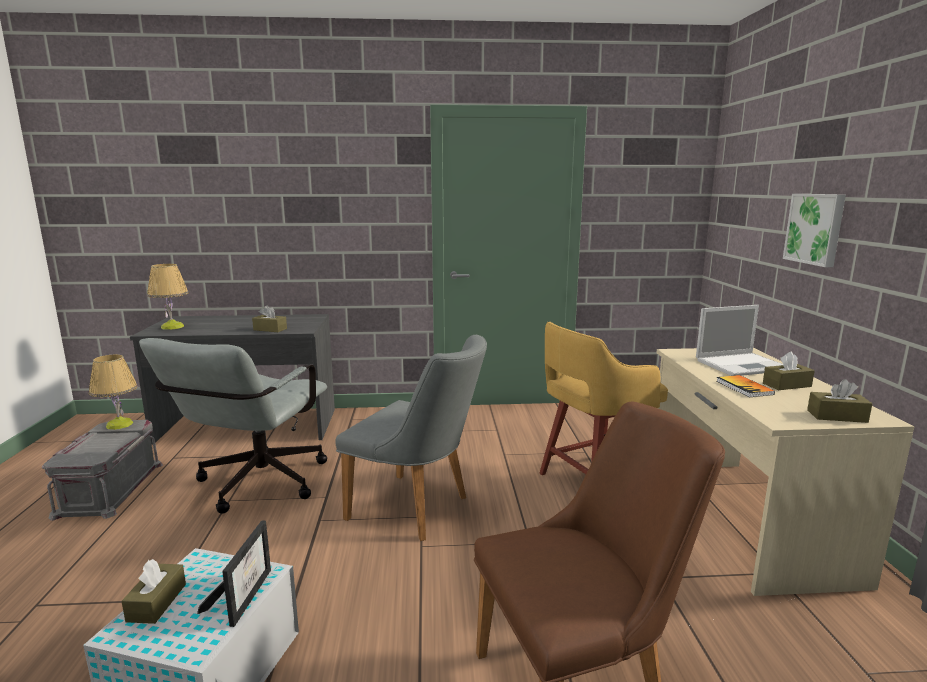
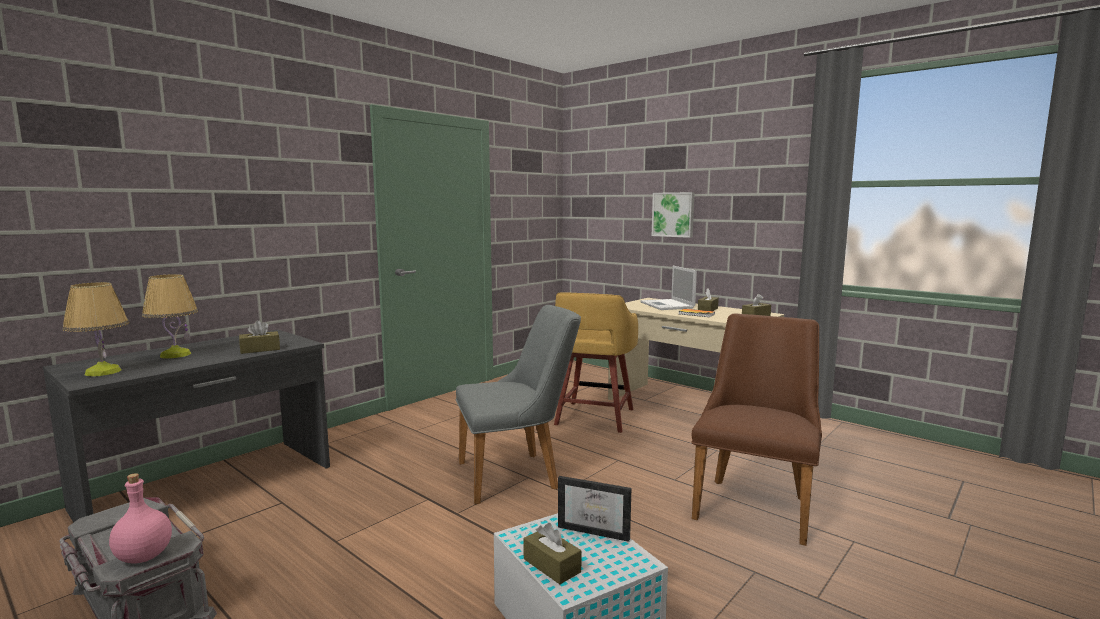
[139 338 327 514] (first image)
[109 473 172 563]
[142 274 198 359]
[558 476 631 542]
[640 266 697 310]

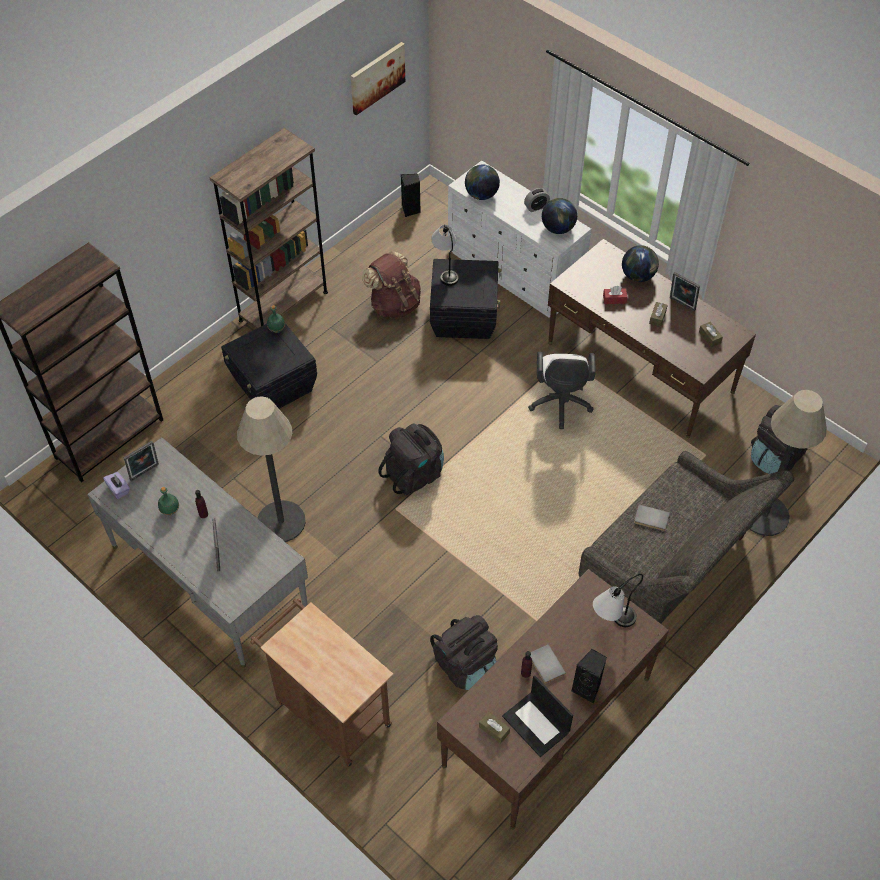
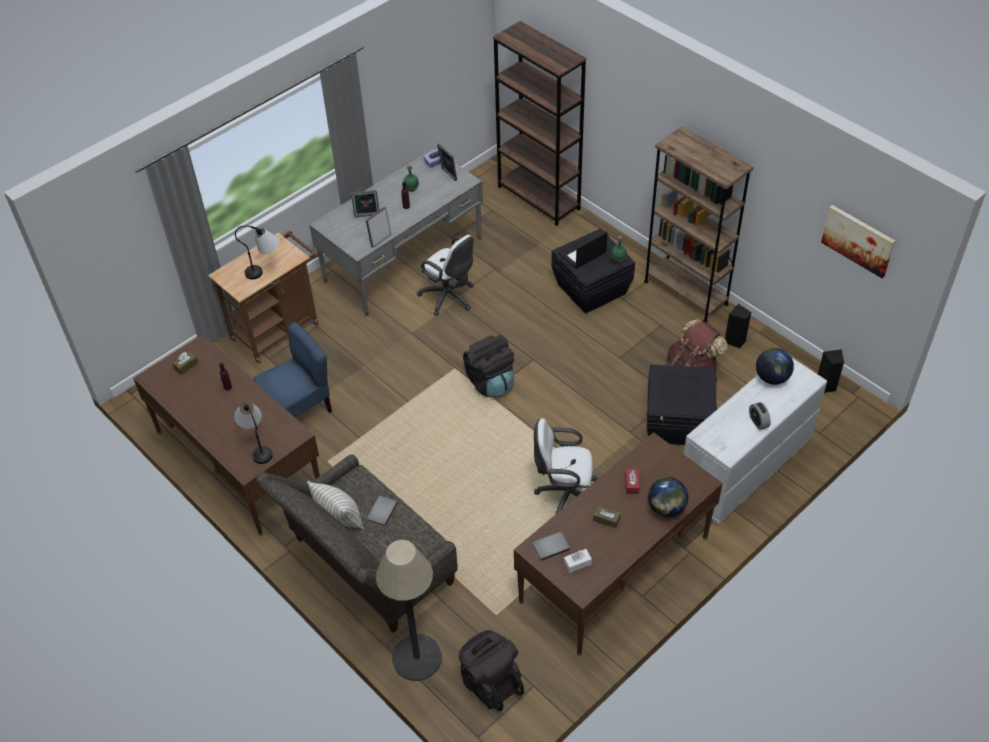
[542 198 577 234] (first image)
[307 481 364 530]
[235 225 280 279]
[559 231 607 269]
[533 532 570 561]
[725 304 751 348]
[366 207 391 248]
[417 235 474 316]
[253 322 332 418]
[564 549 592 573]

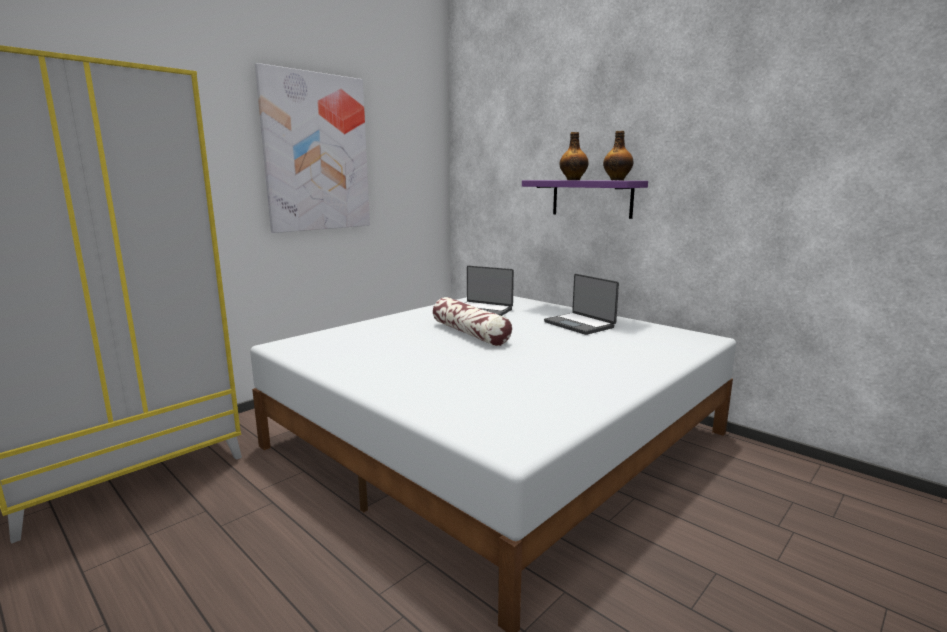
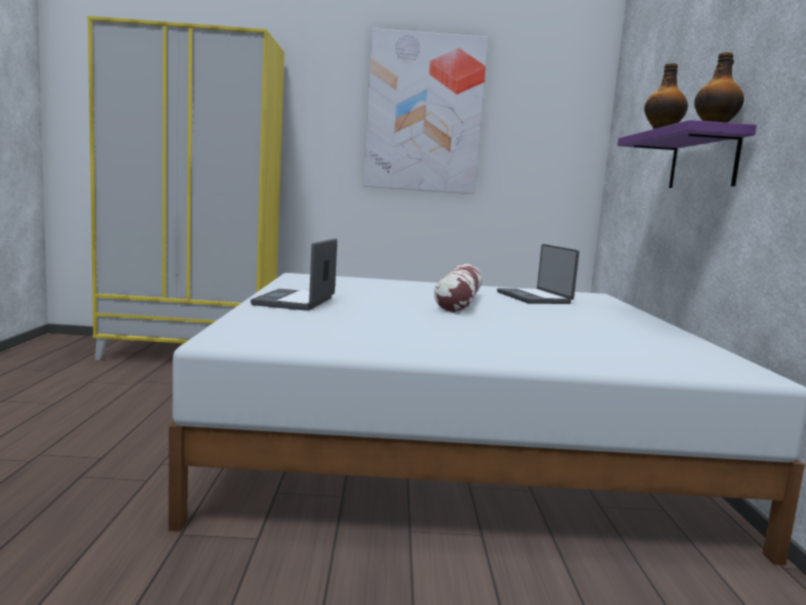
[250 238 337 311]

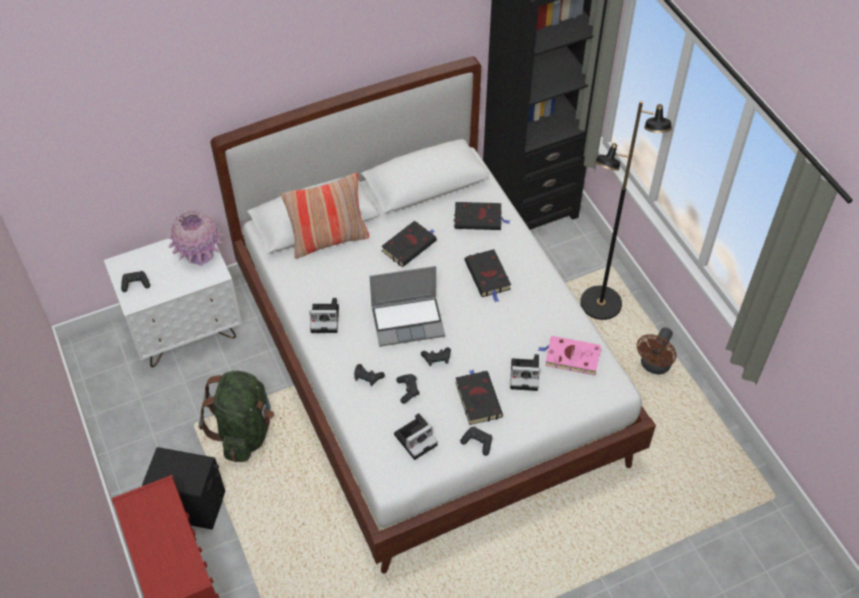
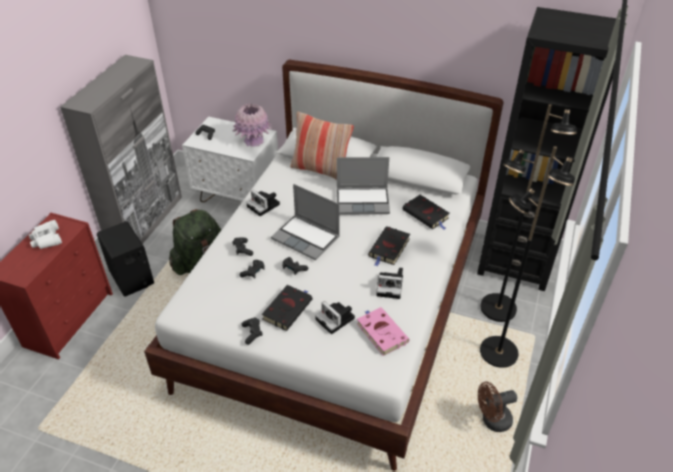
[29 220 62 249]
[60 55 182 244]
[480 104 577 322]
[376 267 403 299]
[337 157 390 215]

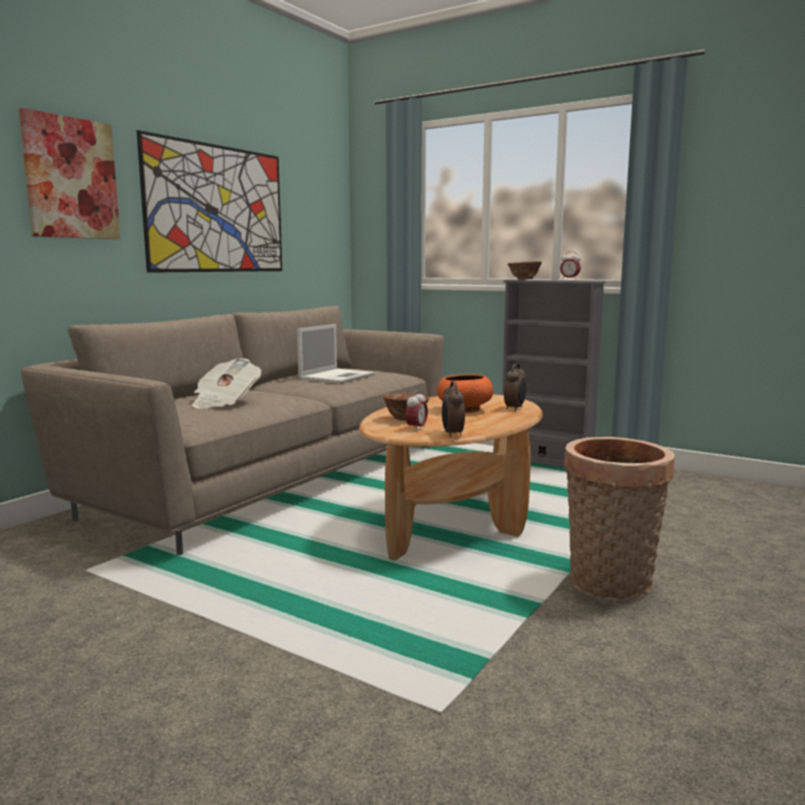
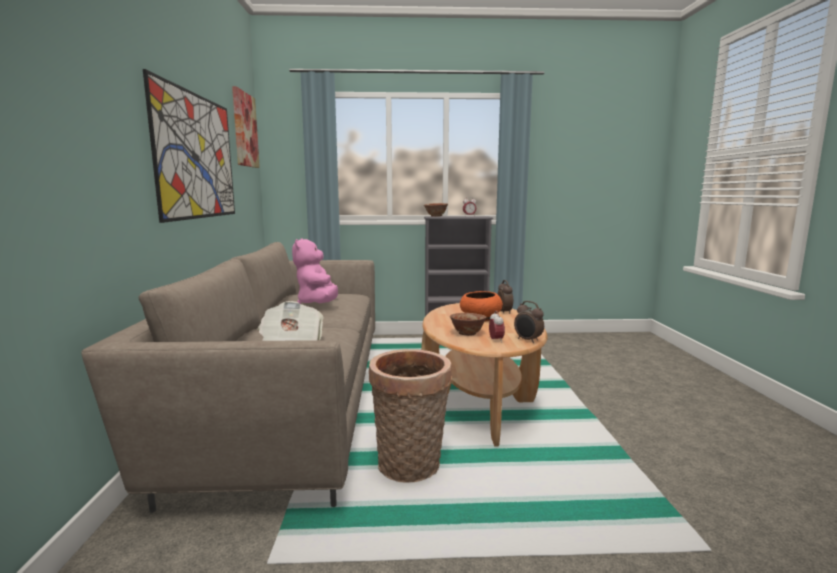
[232 86 260 168]
[369 349 452 483]
[292 238 338 304]

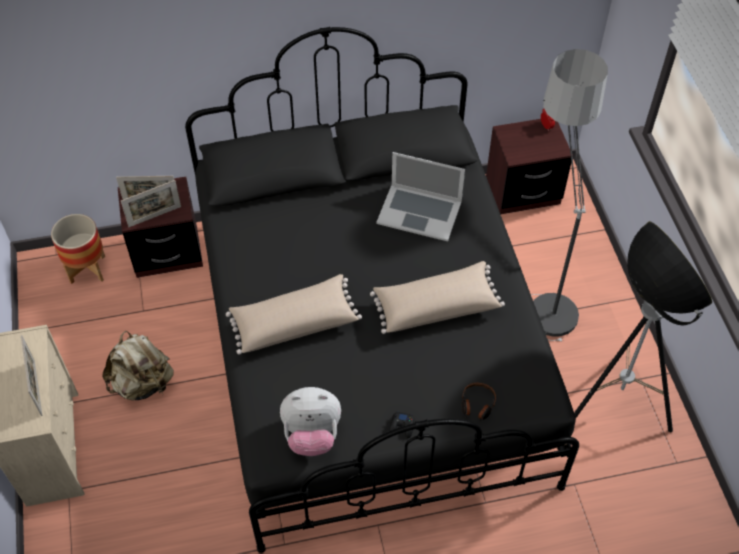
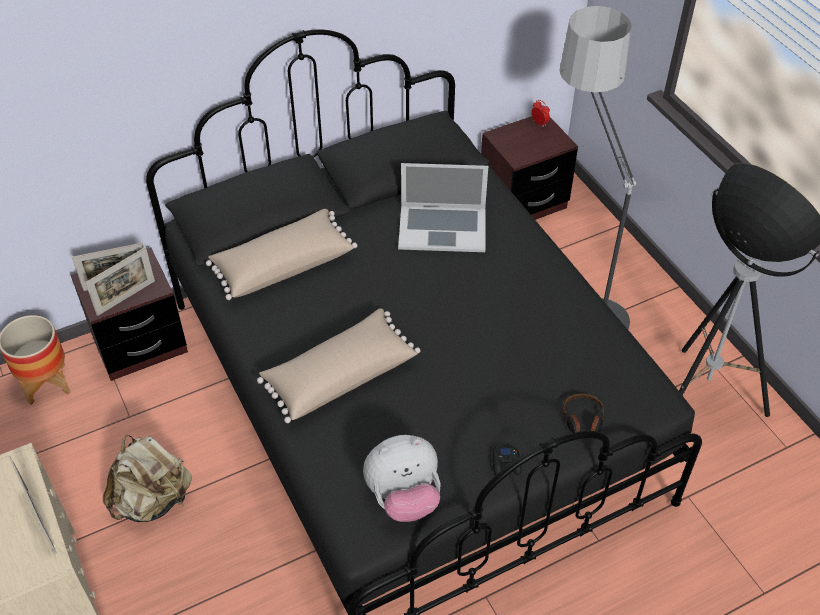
[206 209 357 300]

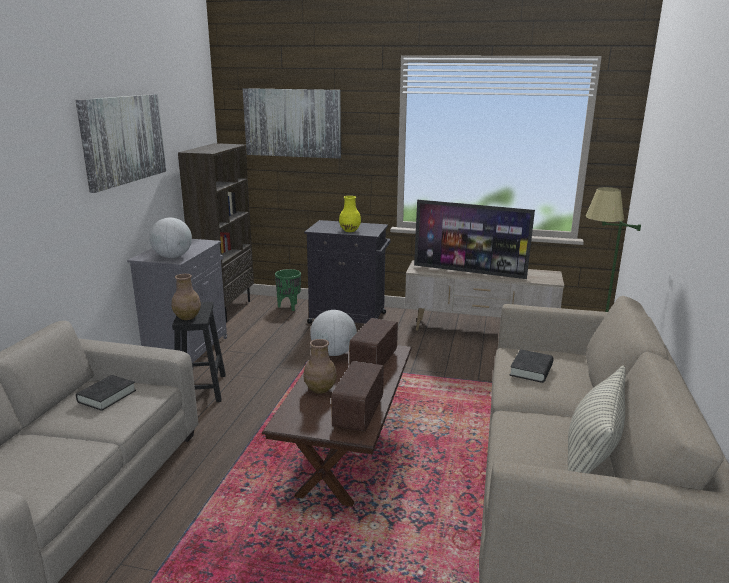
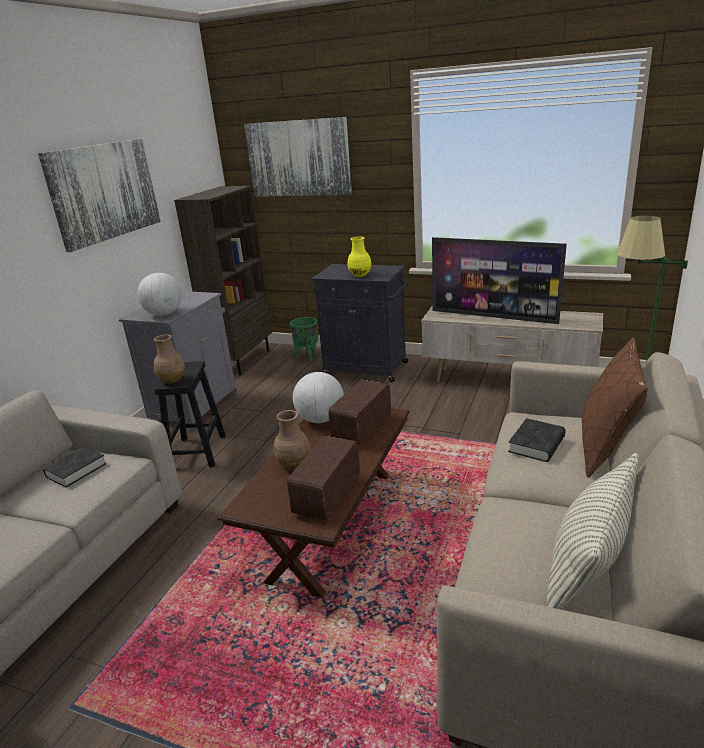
[582 338 648 478]

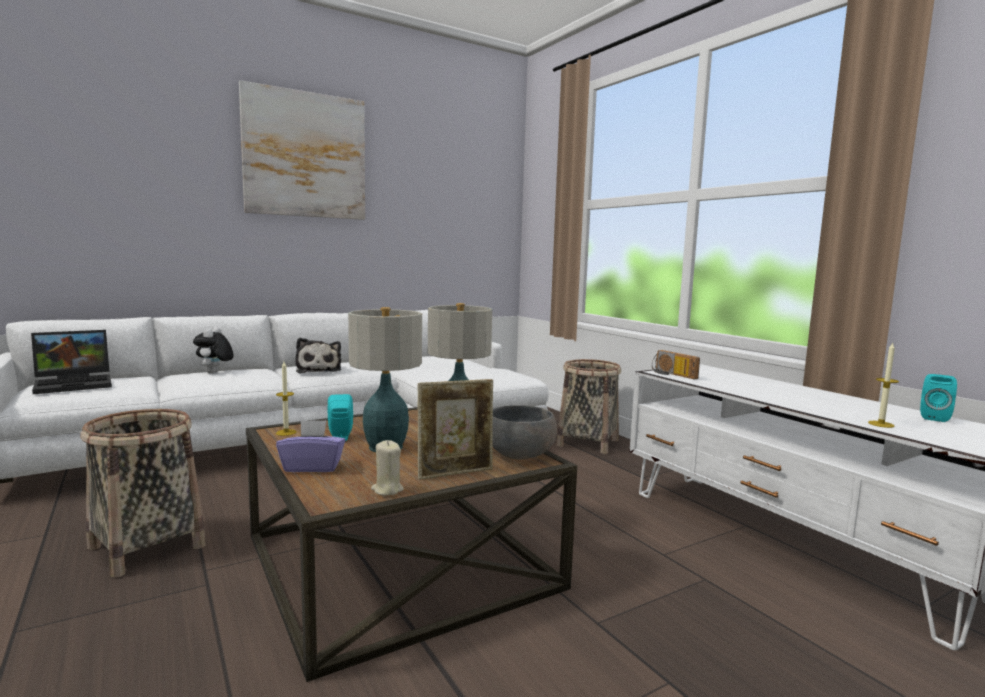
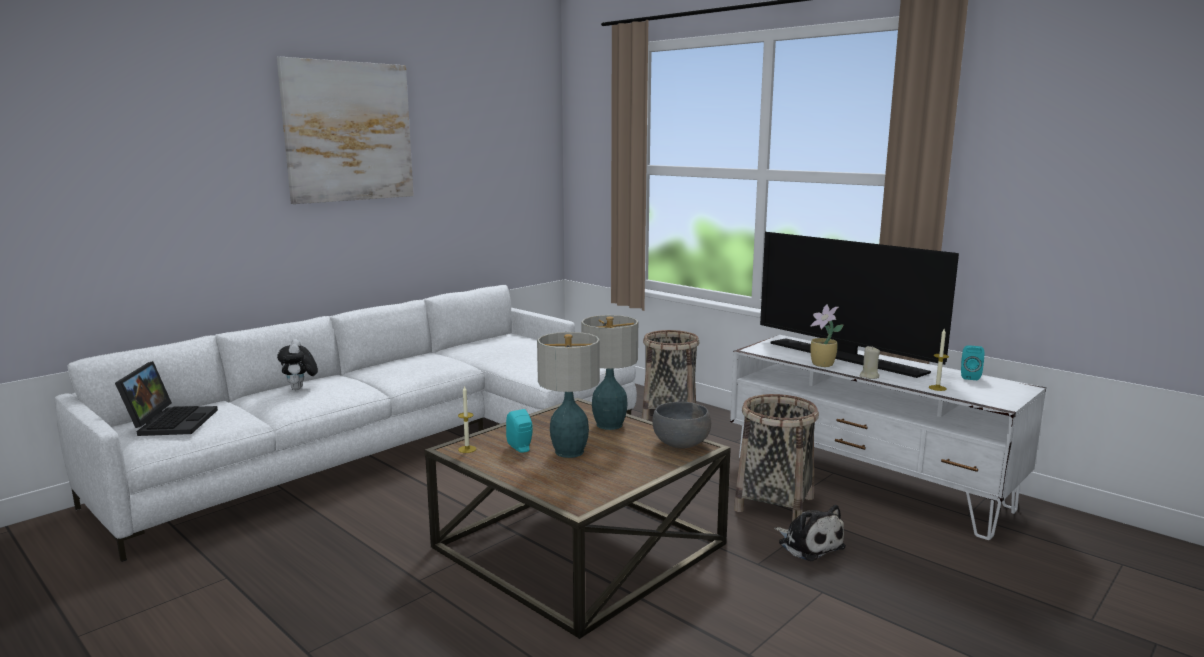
[276 420 345 472] (first image)
[418 379 493 480] (first image)
[652 350 700 379] (first image)
[760 232 959 378]
[810 304 844 367]
[734 394 819 521]
[774 505 846 562]
[860 346 880 379]
[115 361 218 436]

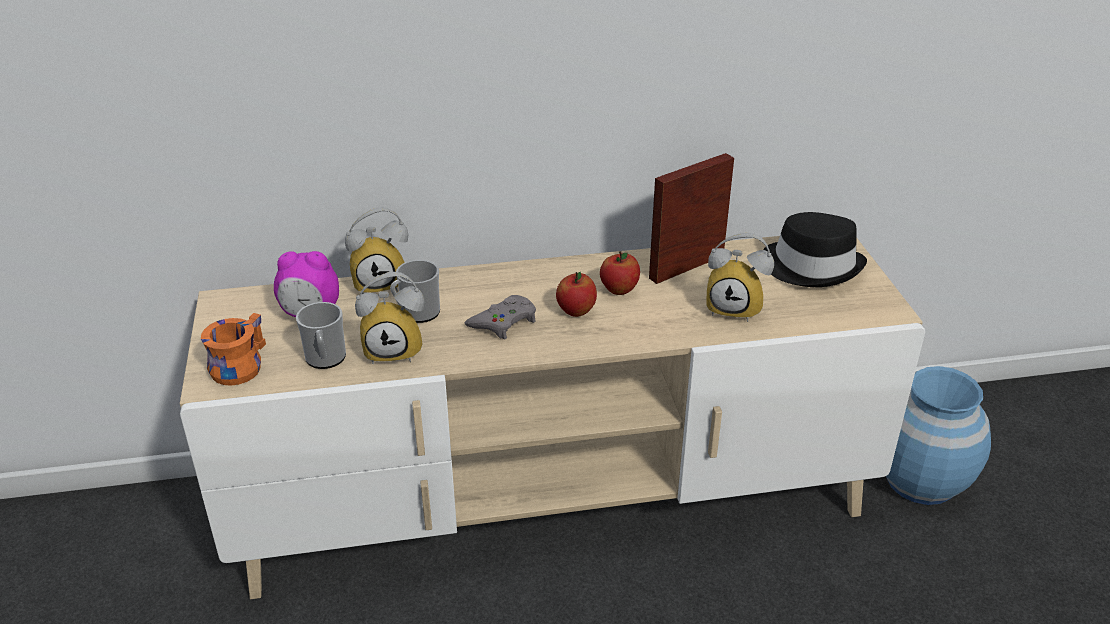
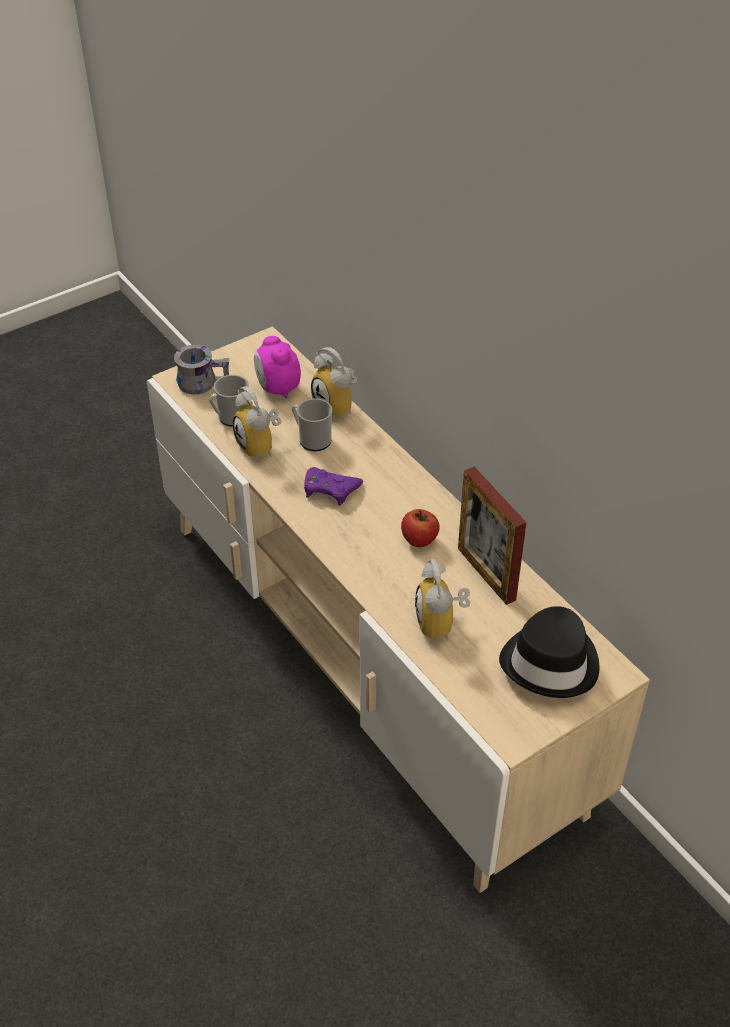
[556 272 597 317] (first image)
[886 366 991 505] (first image)
[174 345 229 395]
[304 467 363 506]
[458 467 527 605]

